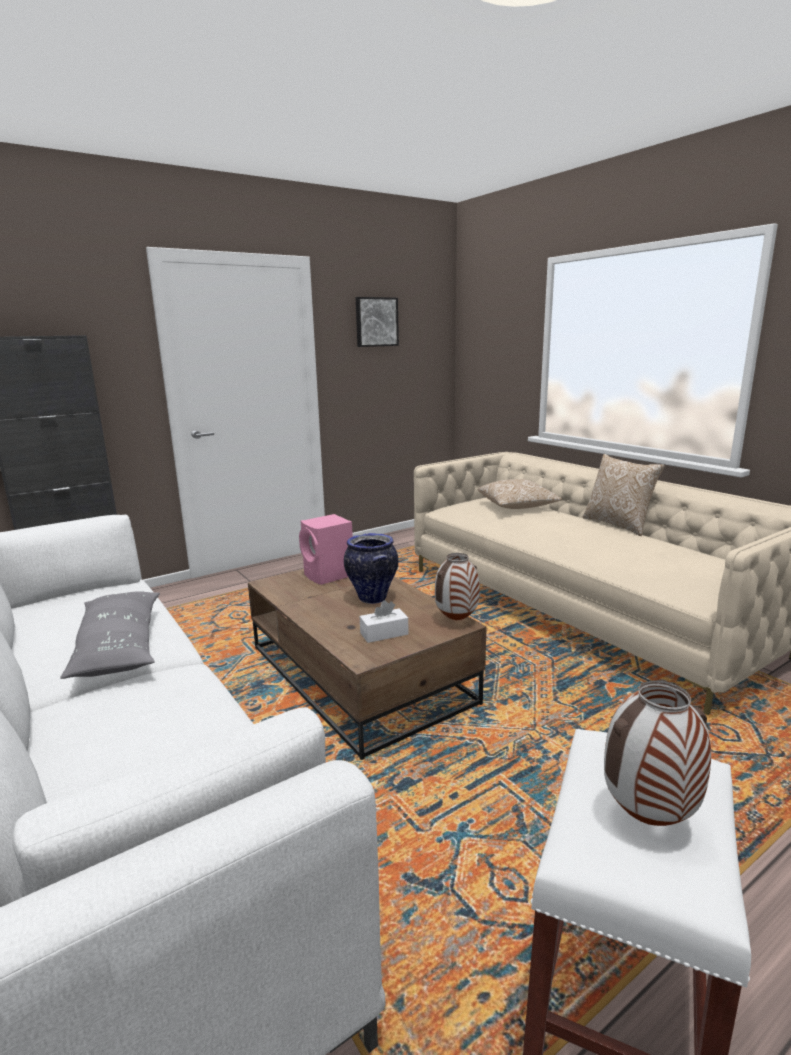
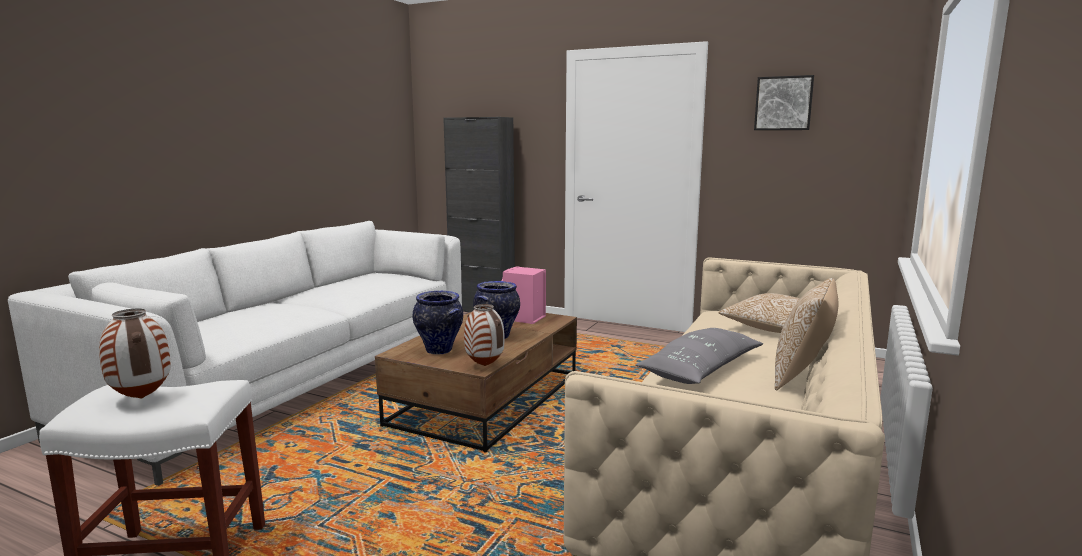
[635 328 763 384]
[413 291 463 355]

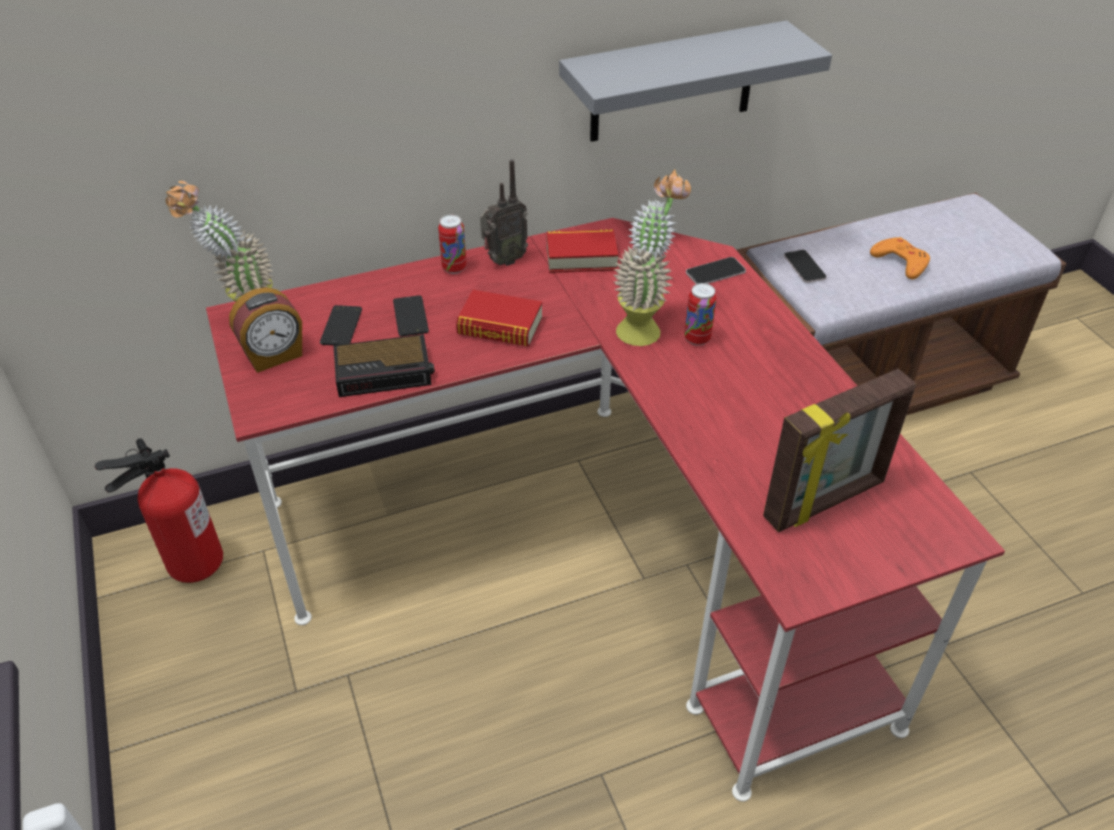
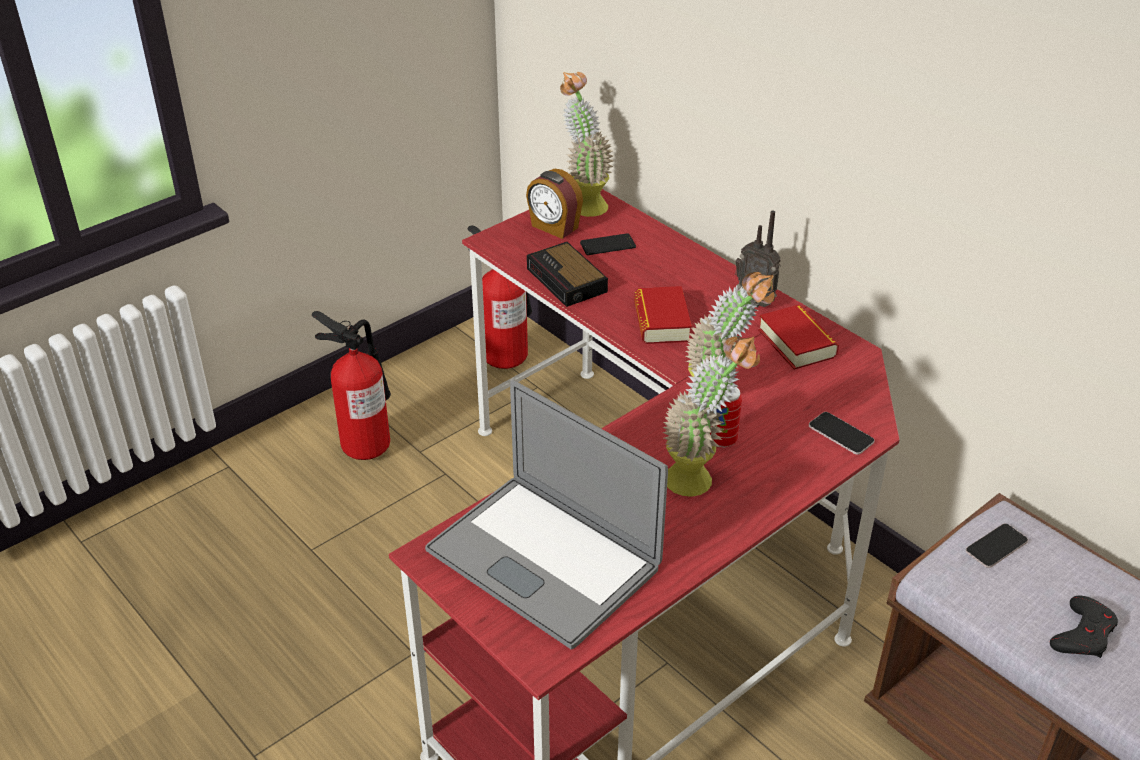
[393 295 429 337] (first image)
[438 215 467 274] (first image)
[559 20 832 142] (first image)
[312 311 391 460]
[662 336 760 497]
[425 380 668 649]
[1050 596 1118 658]

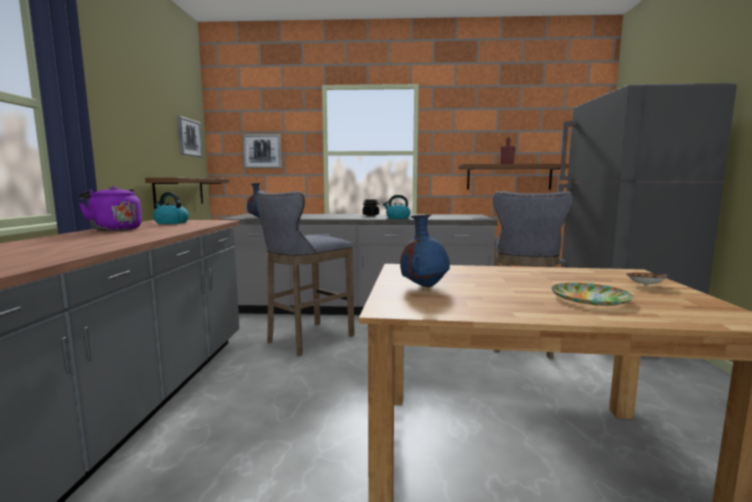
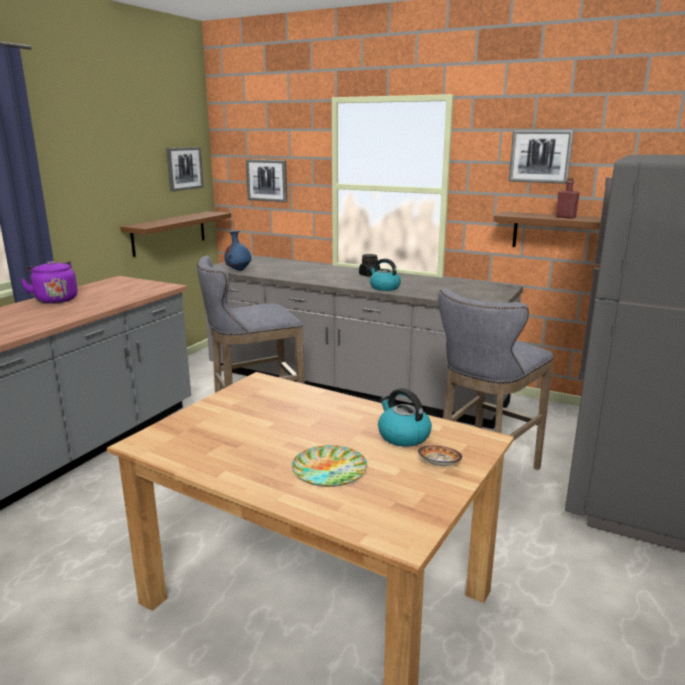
[400 214 450 287] (first image)
[509 130 574 184]
[378 388 432 447]

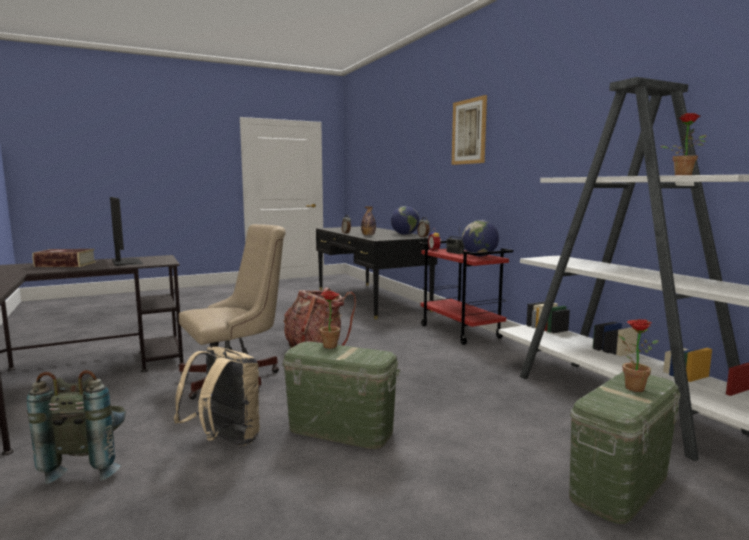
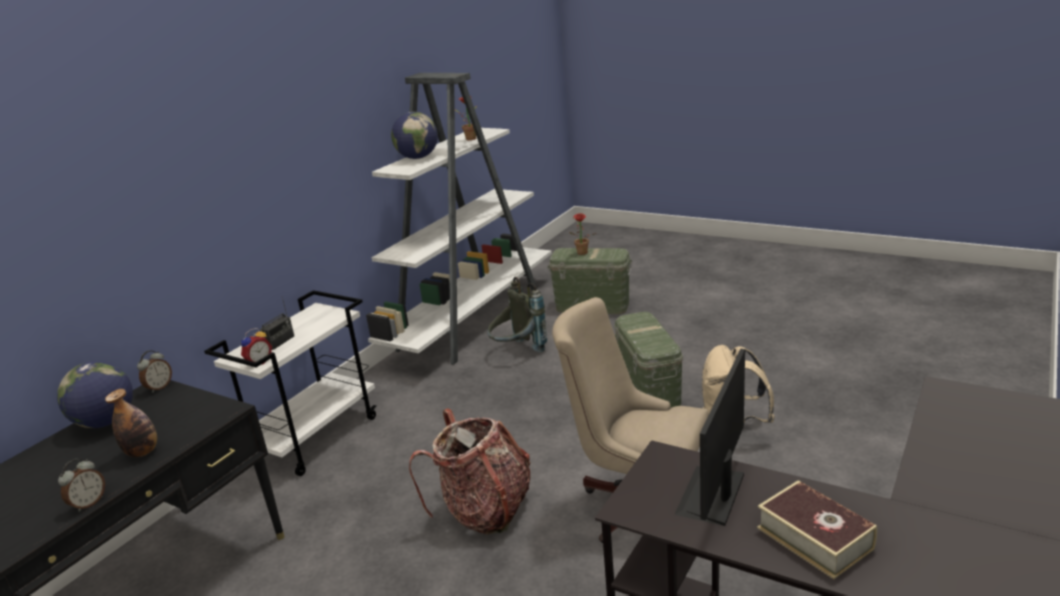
[318 290 341 348] (first image)
[452 95 487 165] (first image)
[488 277 547 352]
[391 112 438 159]
[204 290 376 476]

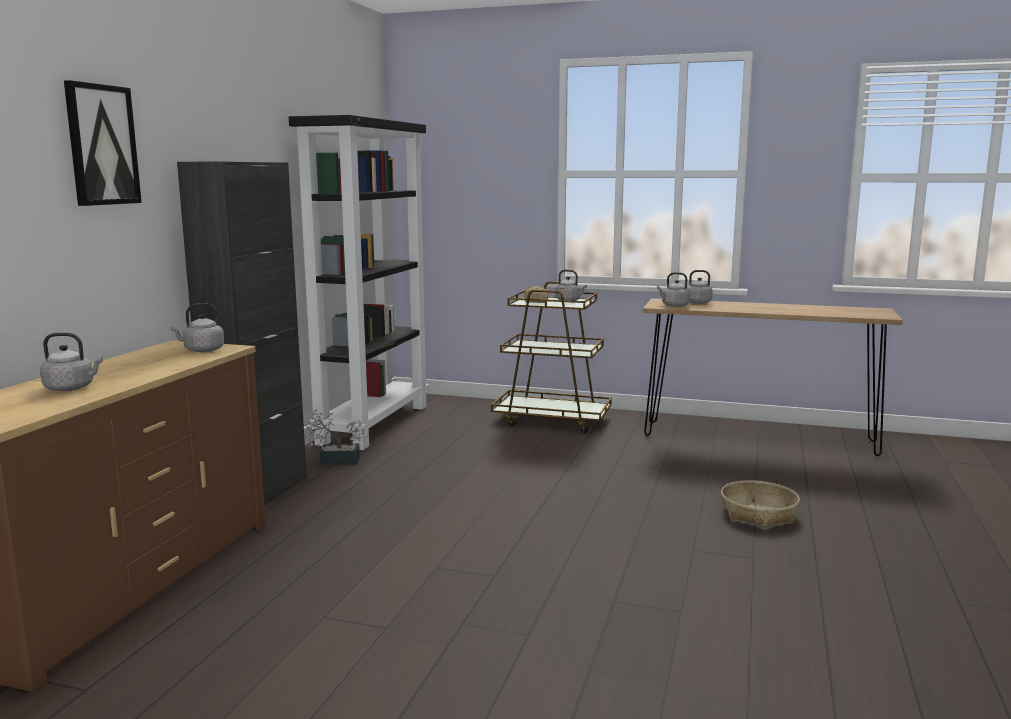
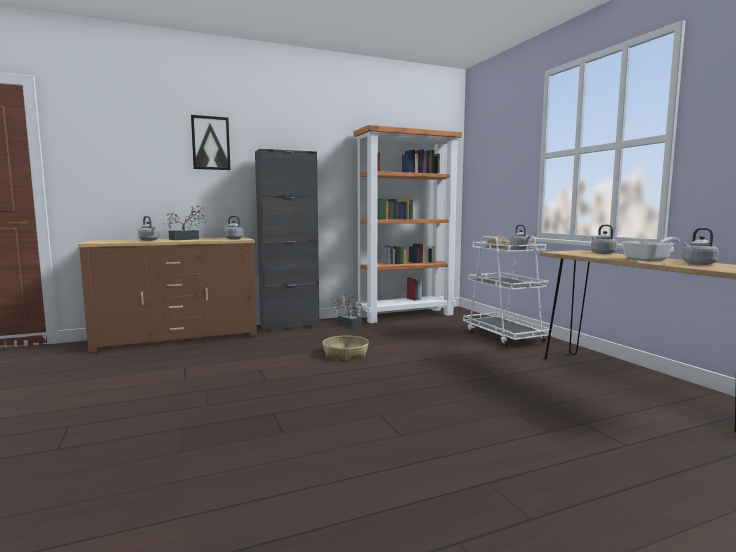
[163 205 206 240]
[622 237 680 261]
[682 228 718 265]
[322 335 369 361]
[354 125 462 323]
[463 236 552 347]

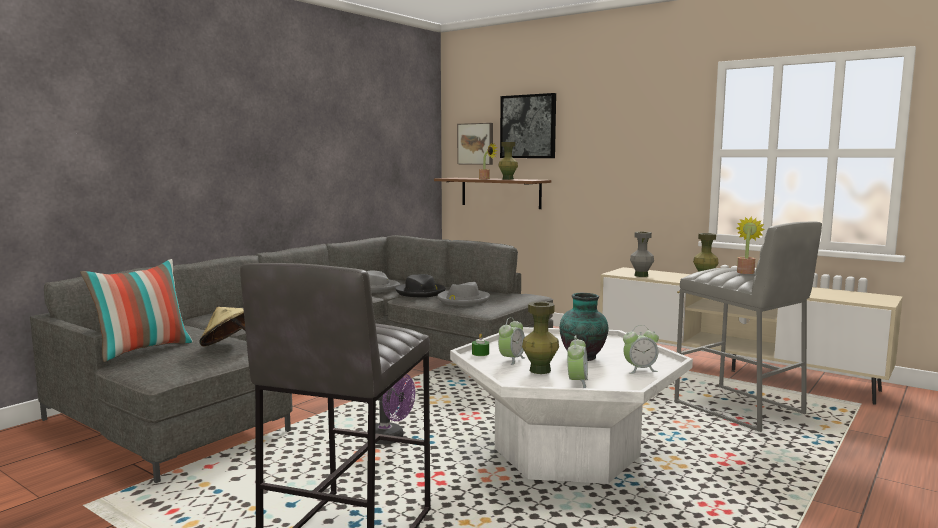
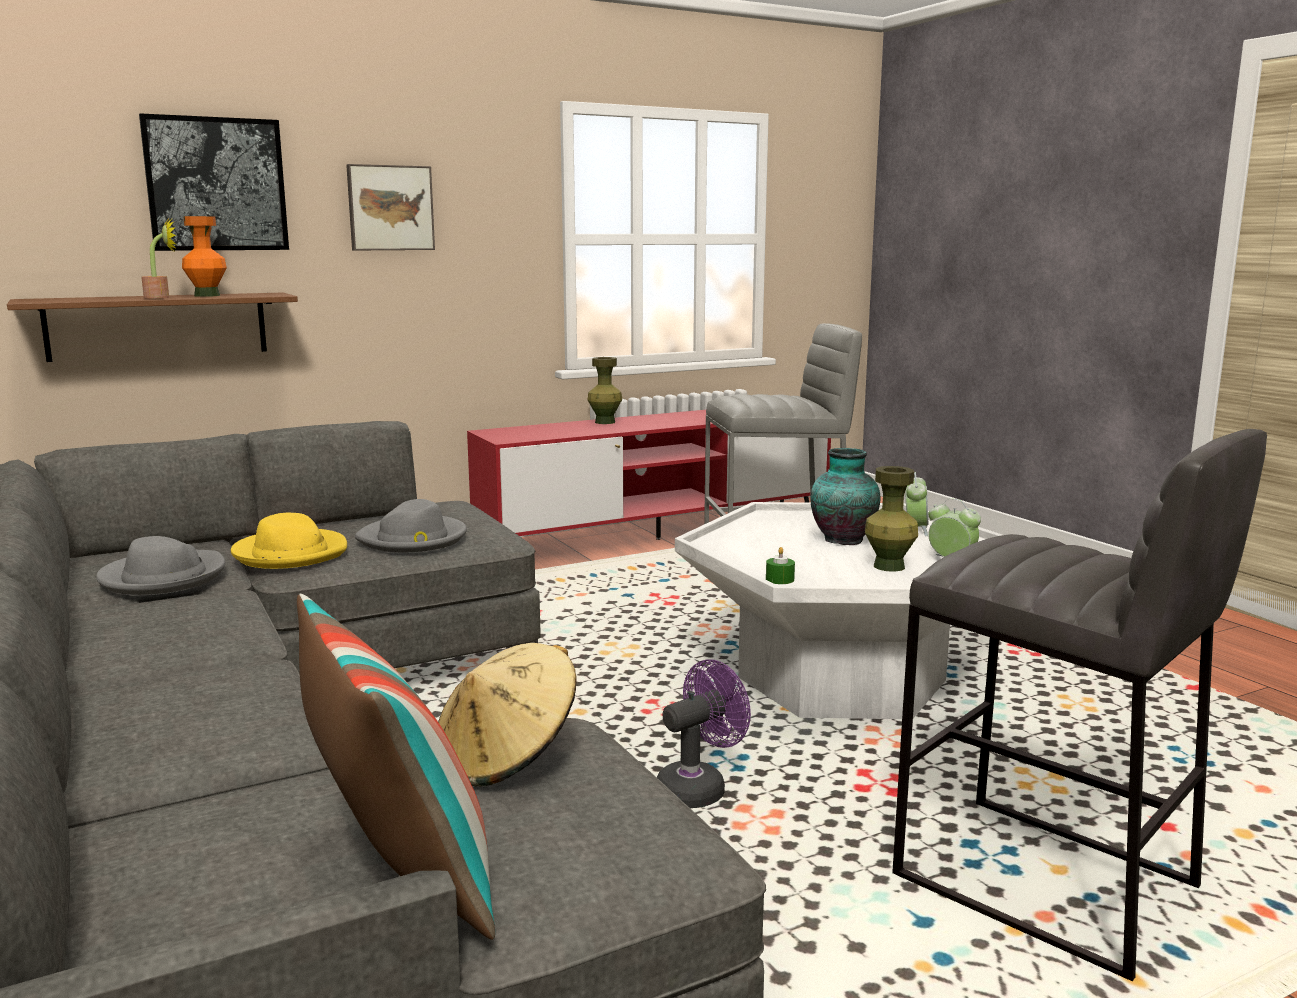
[498 317 526 365] (first image)
[630 231 654 277] (first image)
[736 216 765 274] (first image)
[346 164 435 250]
[231 513 347 569]
[182 216 227 297]
[467 410 831 540]

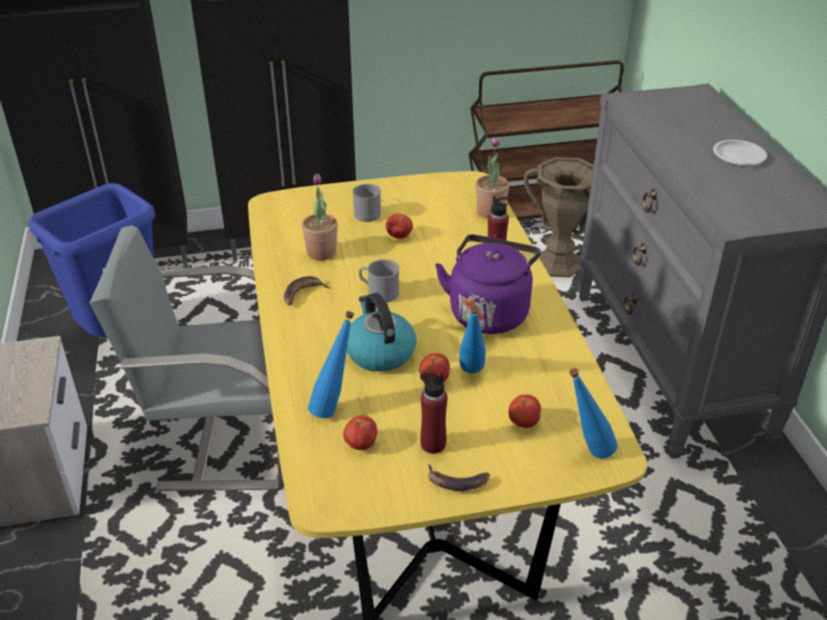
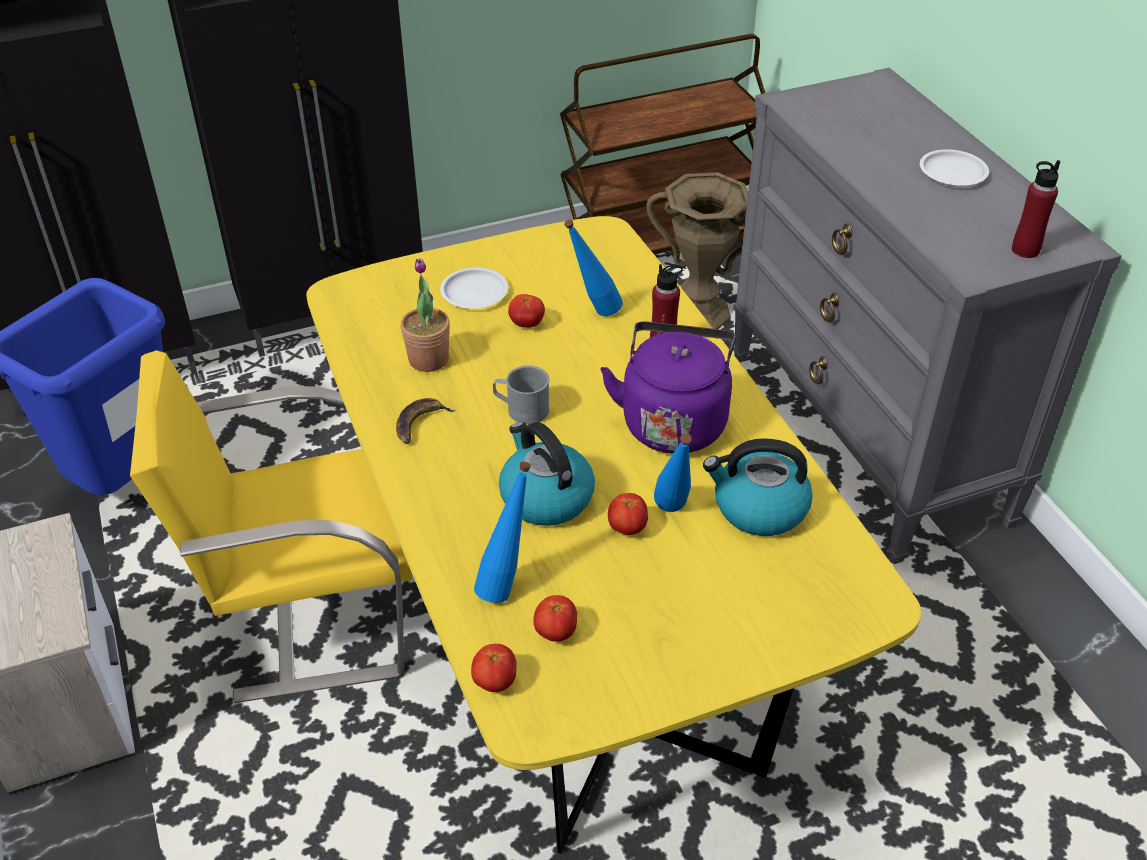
[428 464 490 491] (first image)
[475 137 509 219] (first image)
[703 438 813 536]
[1012 160 1061 258]
[471 644 516 692]
[564 219 623 316]
[440 267 509 308]
[130 350 412 703]

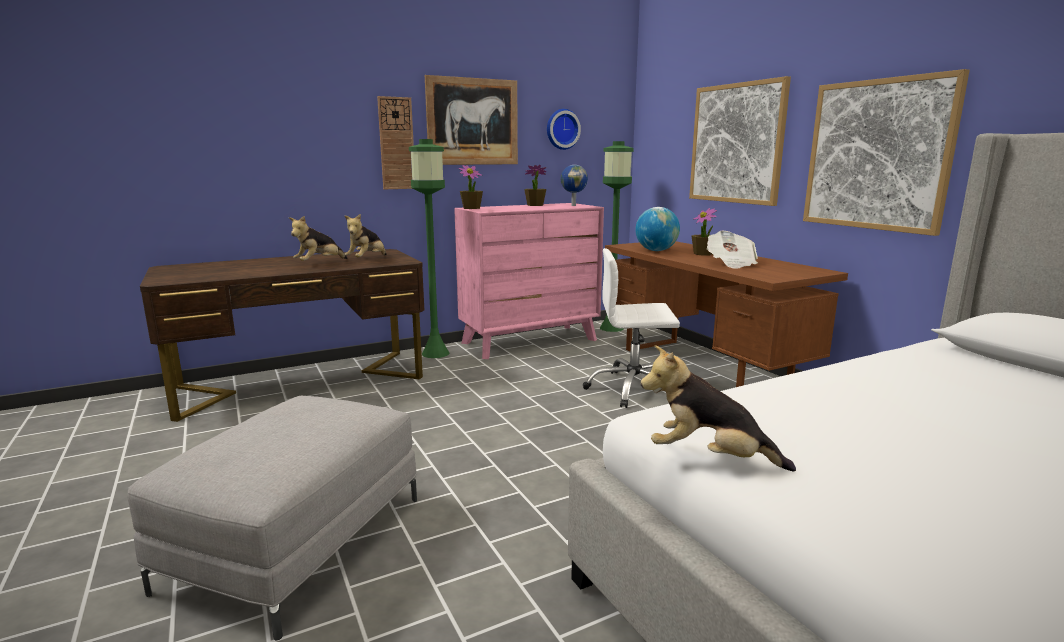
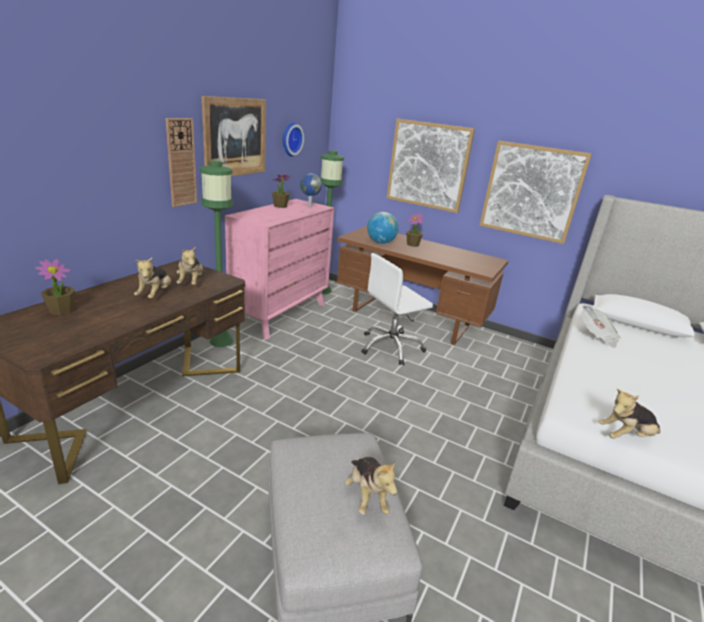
[345 457 397 515]
[35 259 75 315]
[581 305 621 348]

